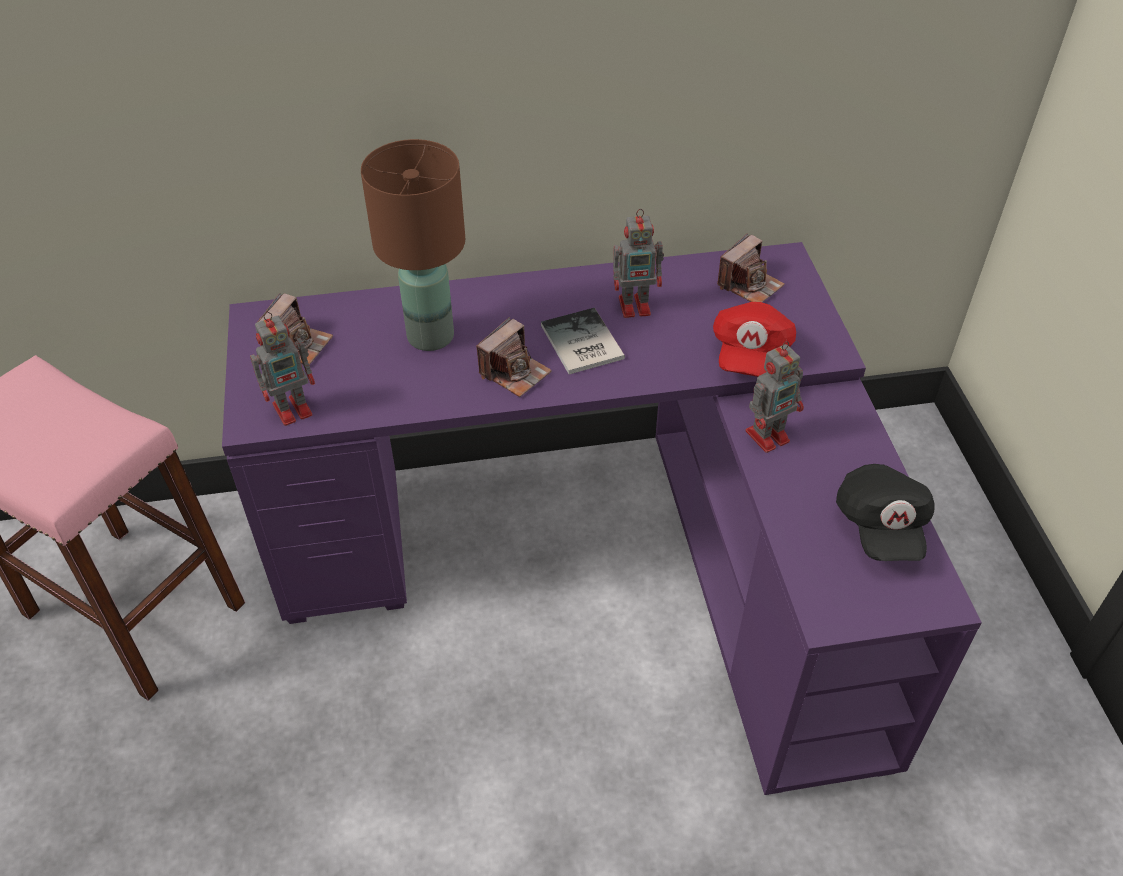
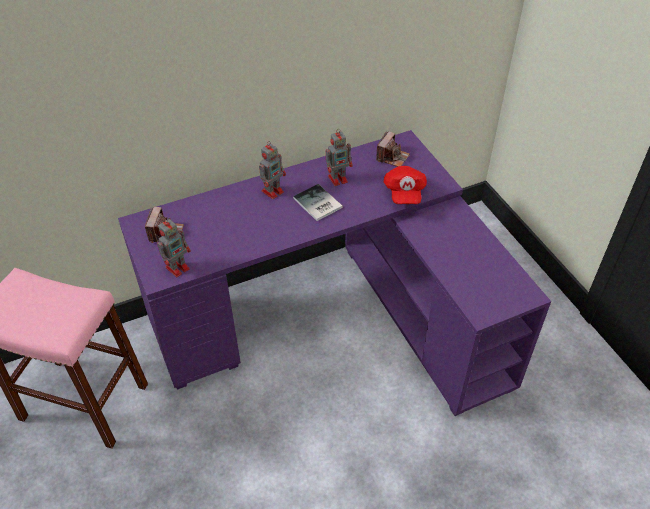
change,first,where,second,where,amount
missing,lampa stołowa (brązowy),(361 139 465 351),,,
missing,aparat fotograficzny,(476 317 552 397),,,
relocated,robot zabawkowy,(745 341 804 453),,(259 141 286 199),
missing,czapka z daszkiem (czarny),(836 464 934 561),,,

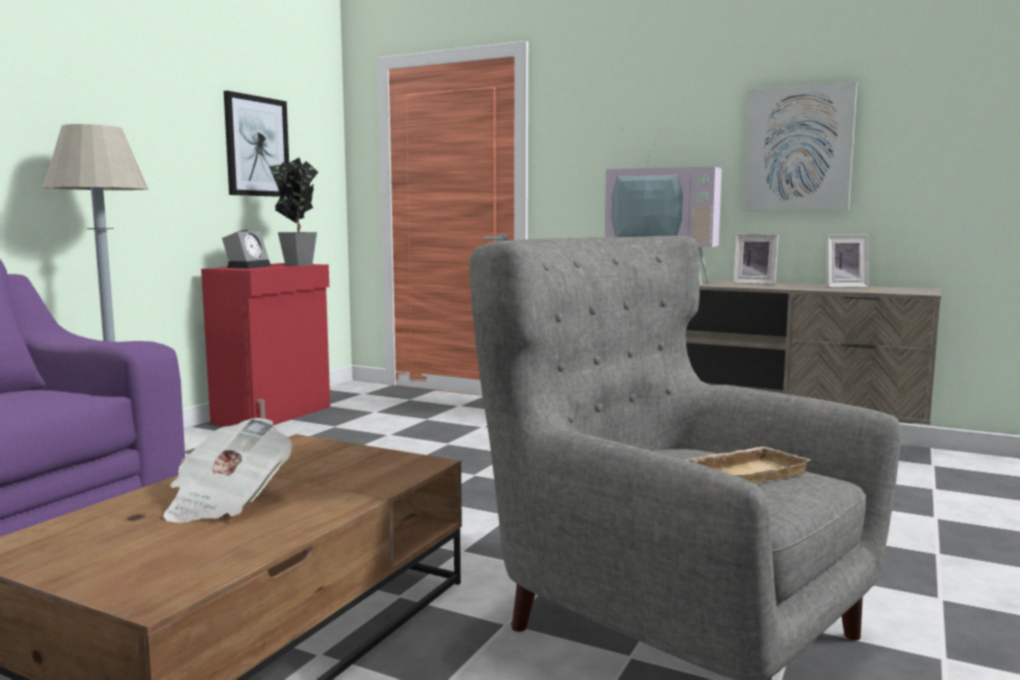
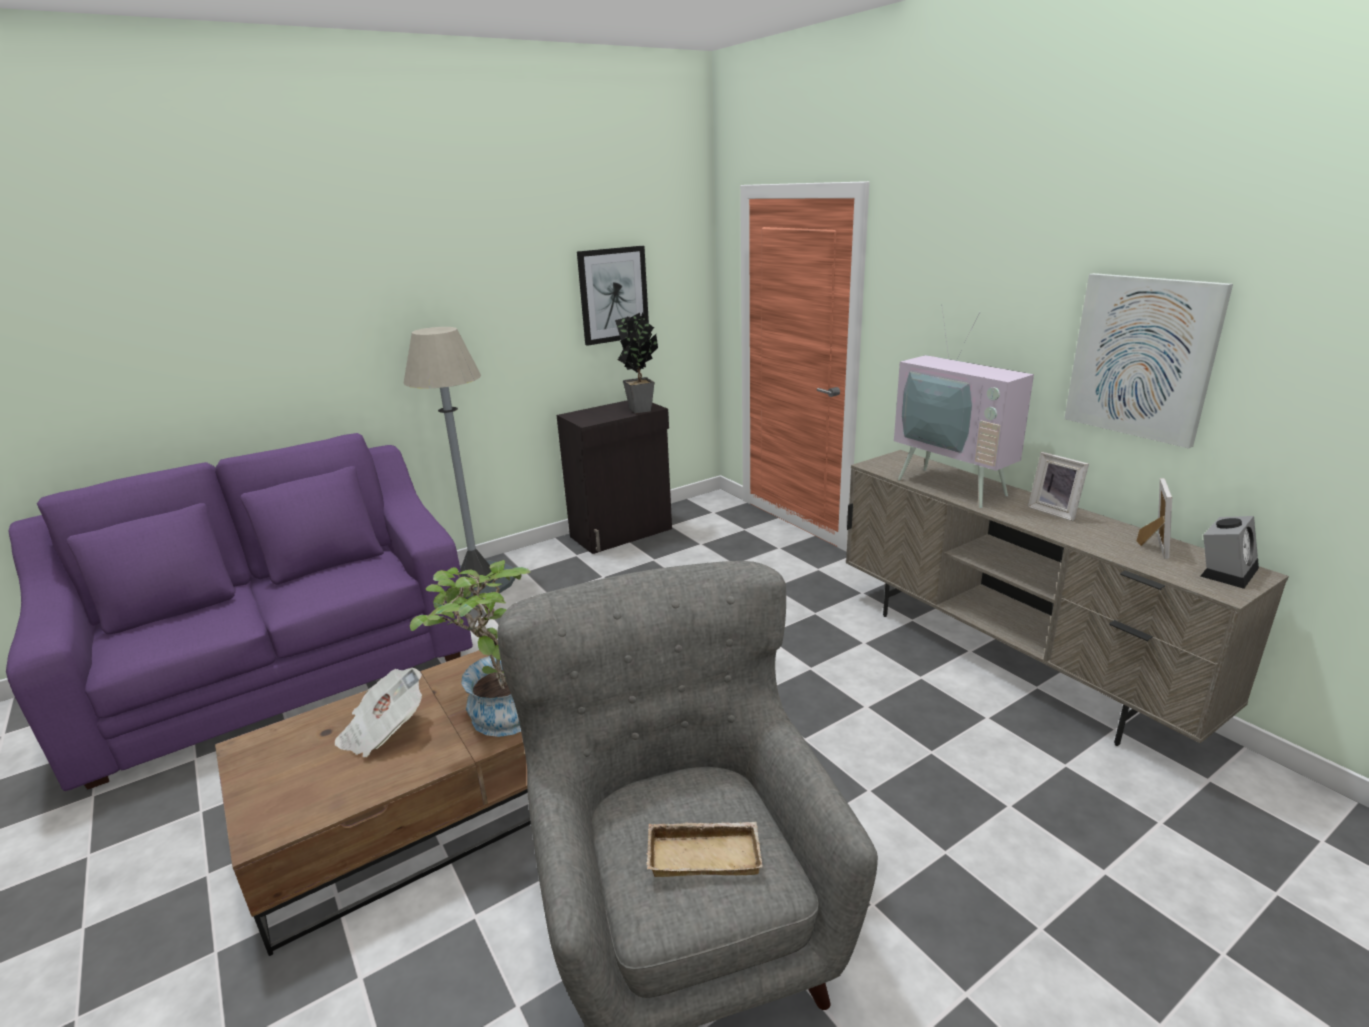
change,first,where,second,where,amount
colour,szafka (czerwony),(201 263 330 426),szafka (czarny),(557 400 672 554),
relocated,budzik,(222 230 271 268),,(1201 516 1259 589),
spun,ramka na zdjęcie,(826 235 869 288),,(1137 478 1172 559),90 degrees counterclockwise
appeared,,,roślina doniczkowa,(410 560 530 737),

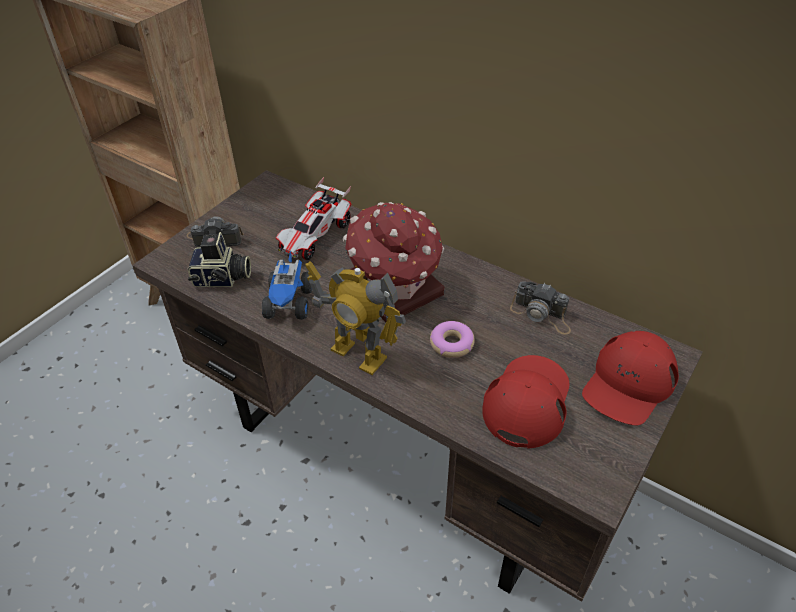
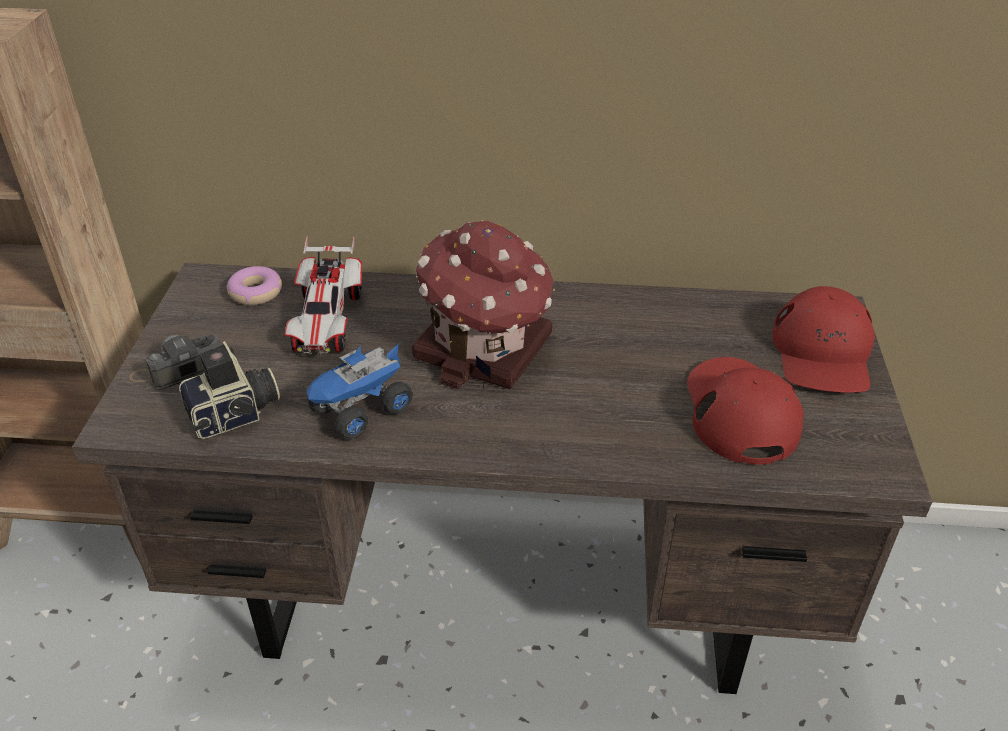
change,first,where,second,where,amount
spun,ciężarówka zabawkowa,(262 251 312 320),,(306 344 413 440),75 degrees clockwise
missing,robot zabawkowy,(306 261 406 375),,,
relocated,donut,(430 321 475 358),,(227 266 282 305),
missing,aparat fotograficzny,(510 281 571 335),,,

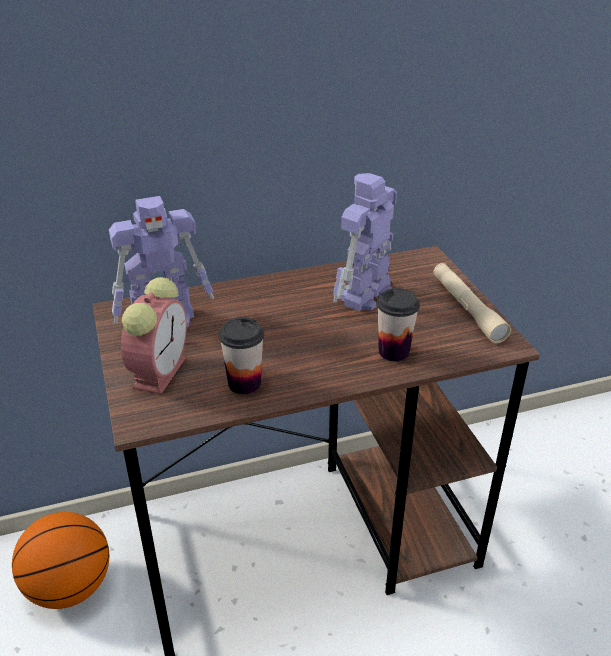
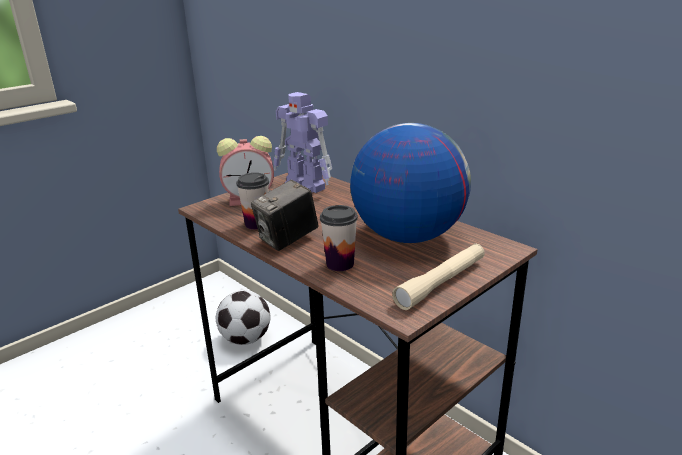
change,first,where,second,where,amount
exchanged,piłka do koszykówki,(12 512 109 609),piłka futbolowa,(216 290 270 345),
exchanged,robot zabawkowy,(333 173 397 311),globus,(350 123 471 243),
appeared,,,aparat fotograficzny,(251 179 319 251),

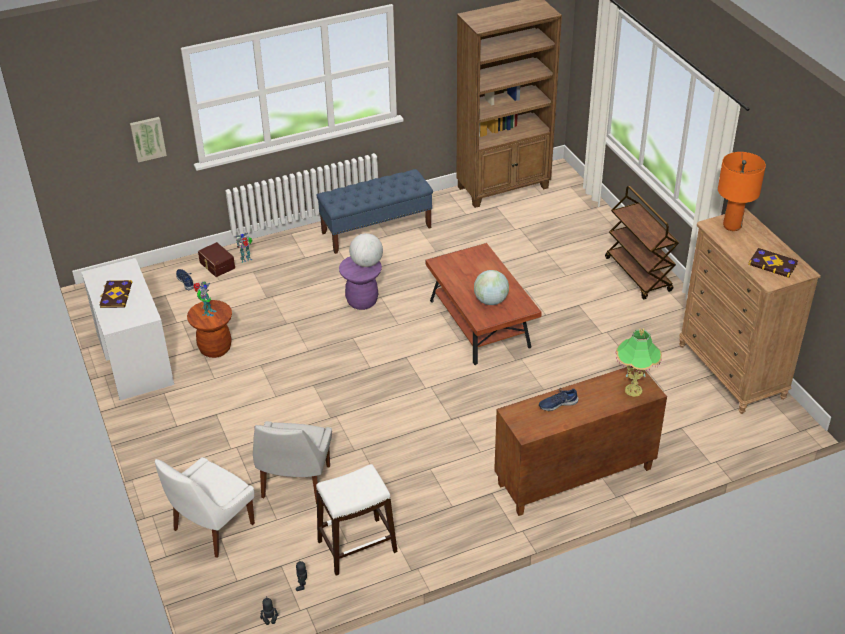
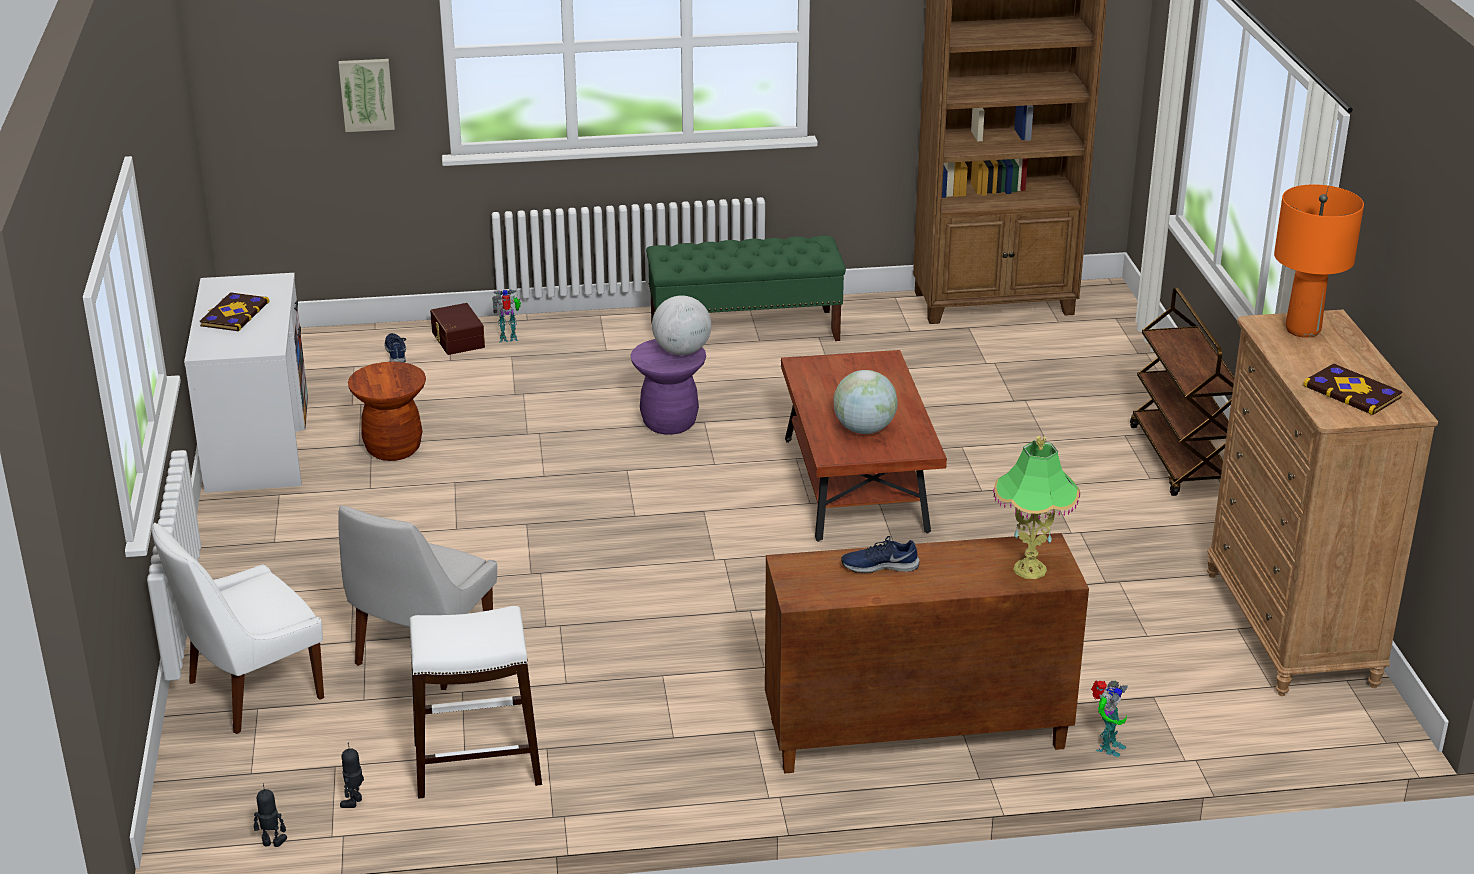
change,first,where,second,where,amount
relocated,robot zabawkowy,(193 282 217 317),,(1091 680 1128 757),
colour,ławka (niebieski),(316 169 433 254),ławka (zielony),(646 236 846 341),

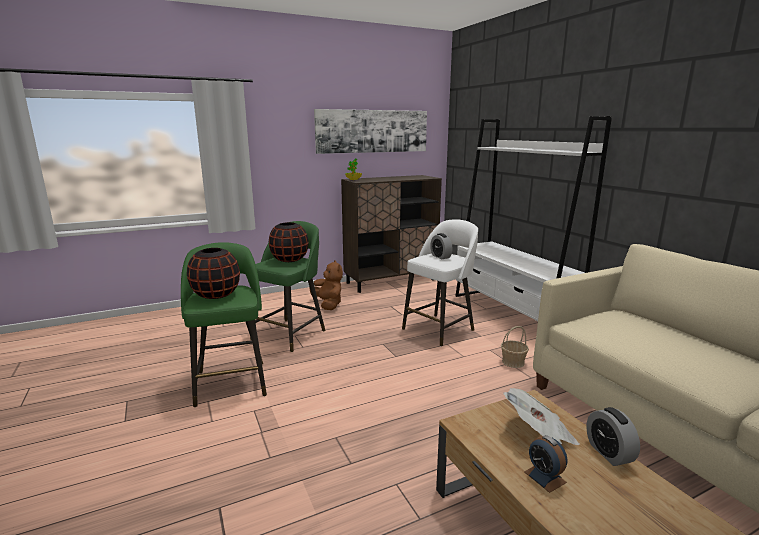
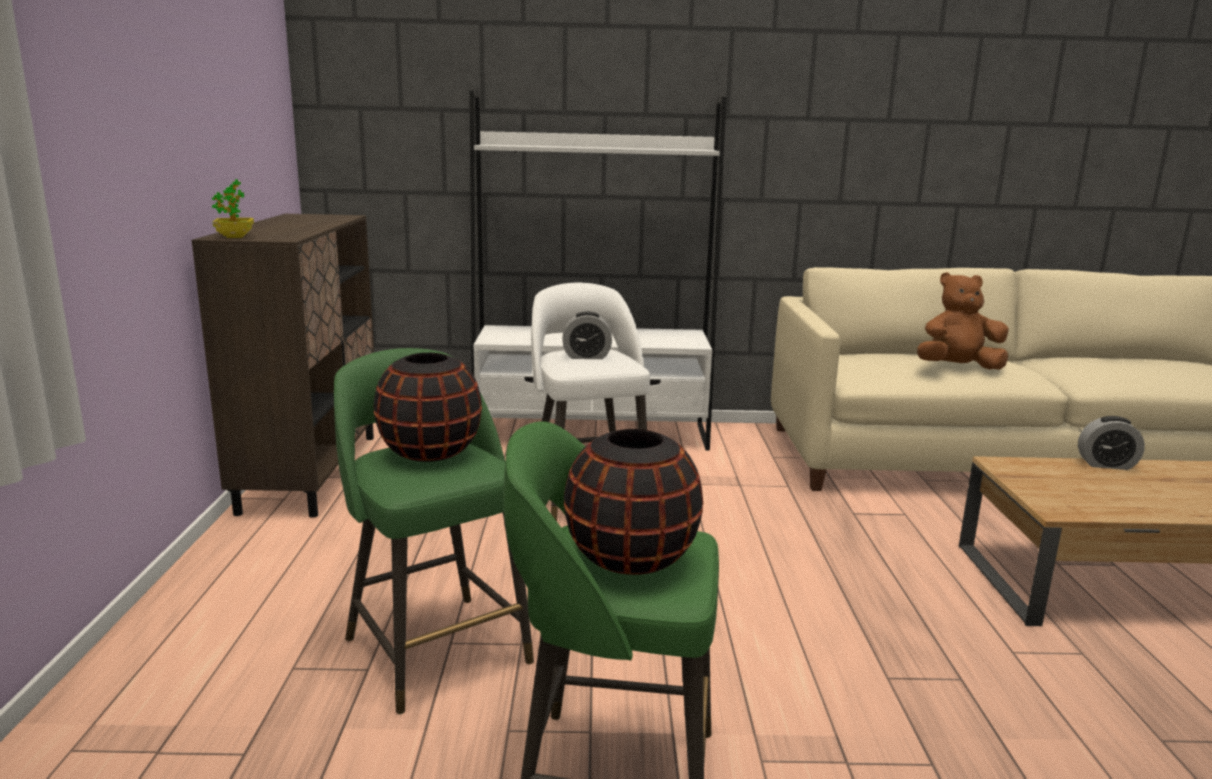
change,first,where,second,where,amount
relocated,pluszak (brązowy),(310 260 343 310),,(917 272 1009 370),
missing,obraz,(314 109 427 154),,,
missing,koszyk,(501 326 529 368),,,
missing,gazeta,(503 388 580 445),,,
missing,budzik,(524 435 567 493),,,

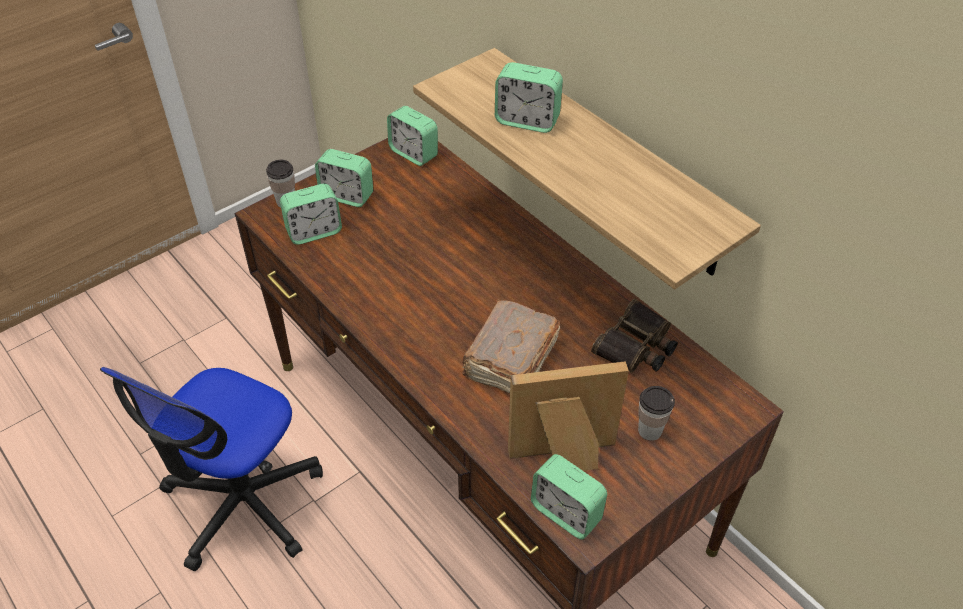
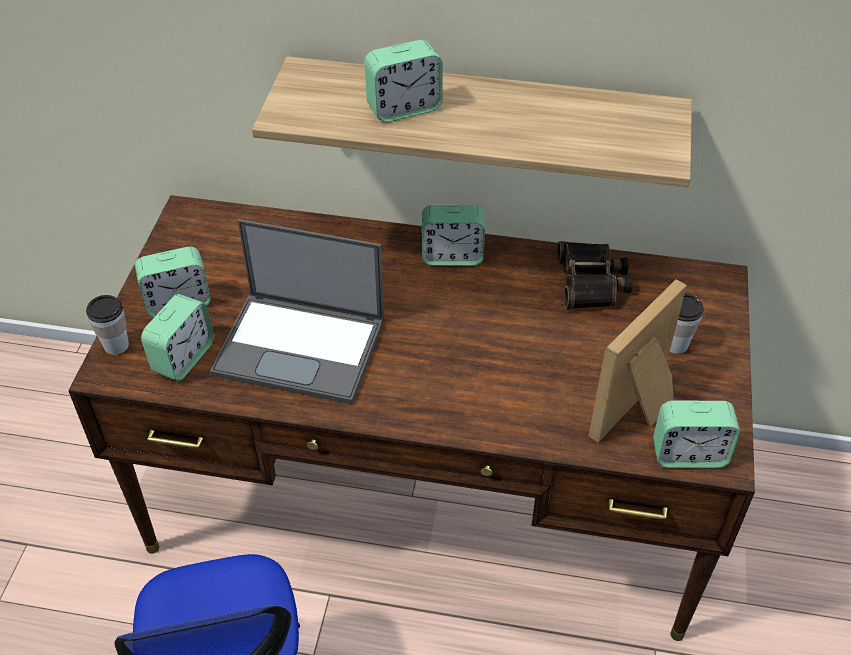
change,first,where,second,where,amount
relocated,budzik,(387 106 438 166),,(422 205 485 266),
missing,książka (brązowy),(462 299 560 396),,,
appeared,,,laptop,(210 219 384 404),

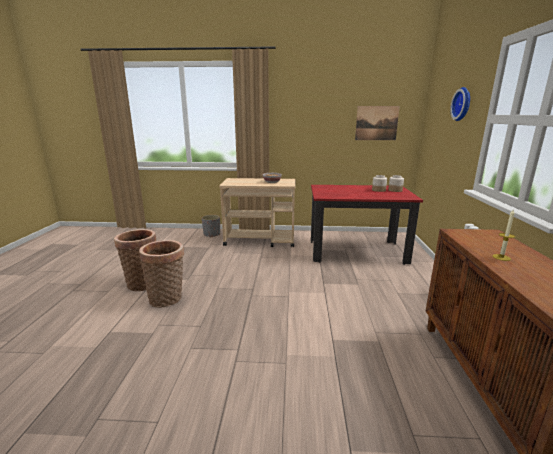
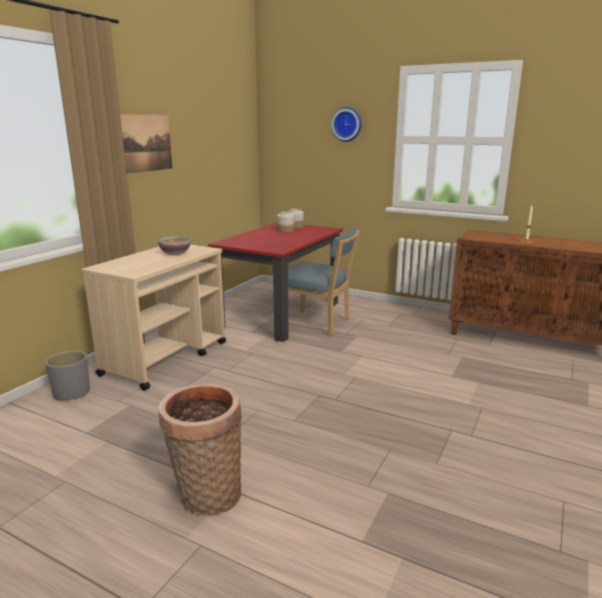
change,first,where,second,where,amount
missing,koszyk,(139 240 184 308),,,
relocated,obraz,(355 106 400 140),,(120 114 172 174),
appeared,,,krzesło (niebieski),(288 227 360 337),

